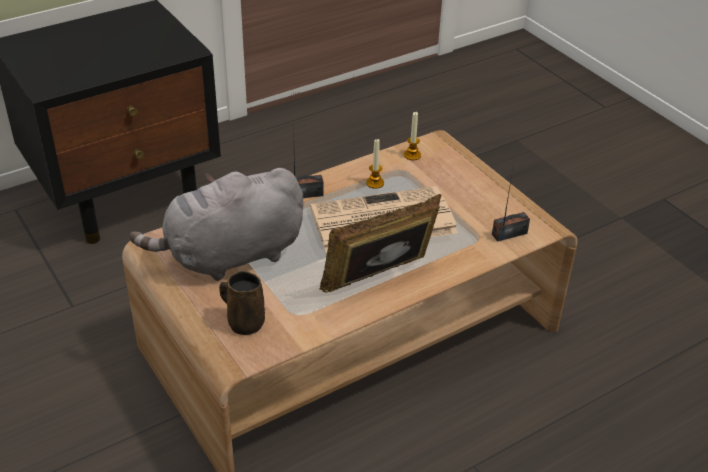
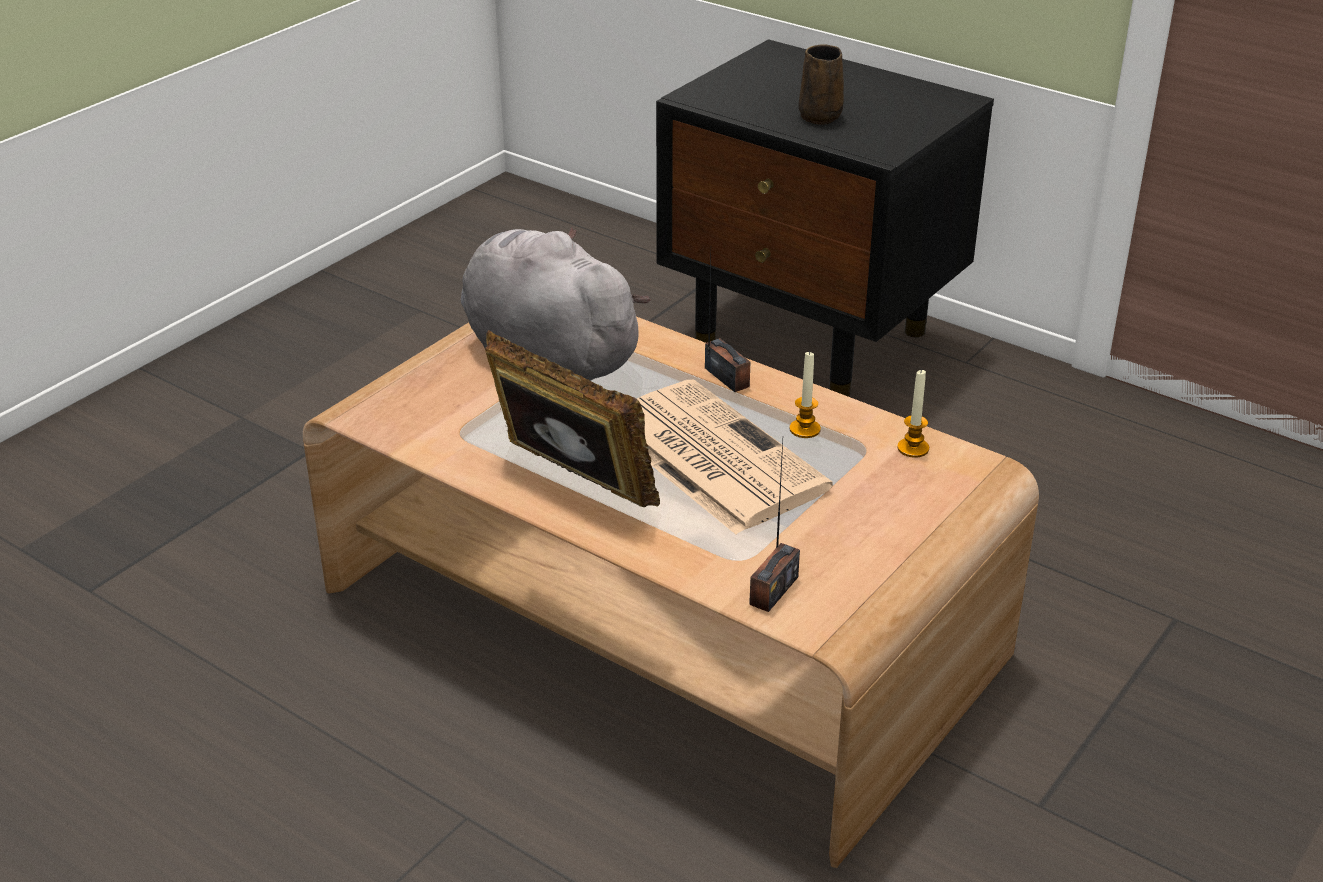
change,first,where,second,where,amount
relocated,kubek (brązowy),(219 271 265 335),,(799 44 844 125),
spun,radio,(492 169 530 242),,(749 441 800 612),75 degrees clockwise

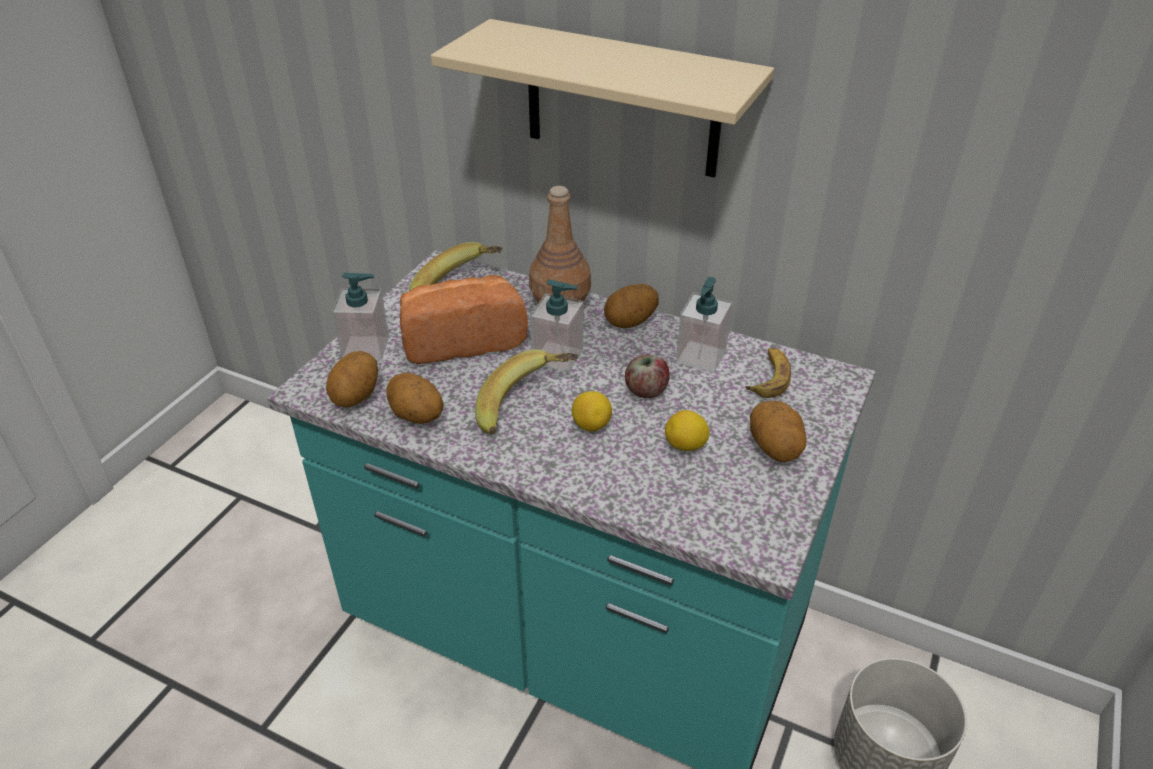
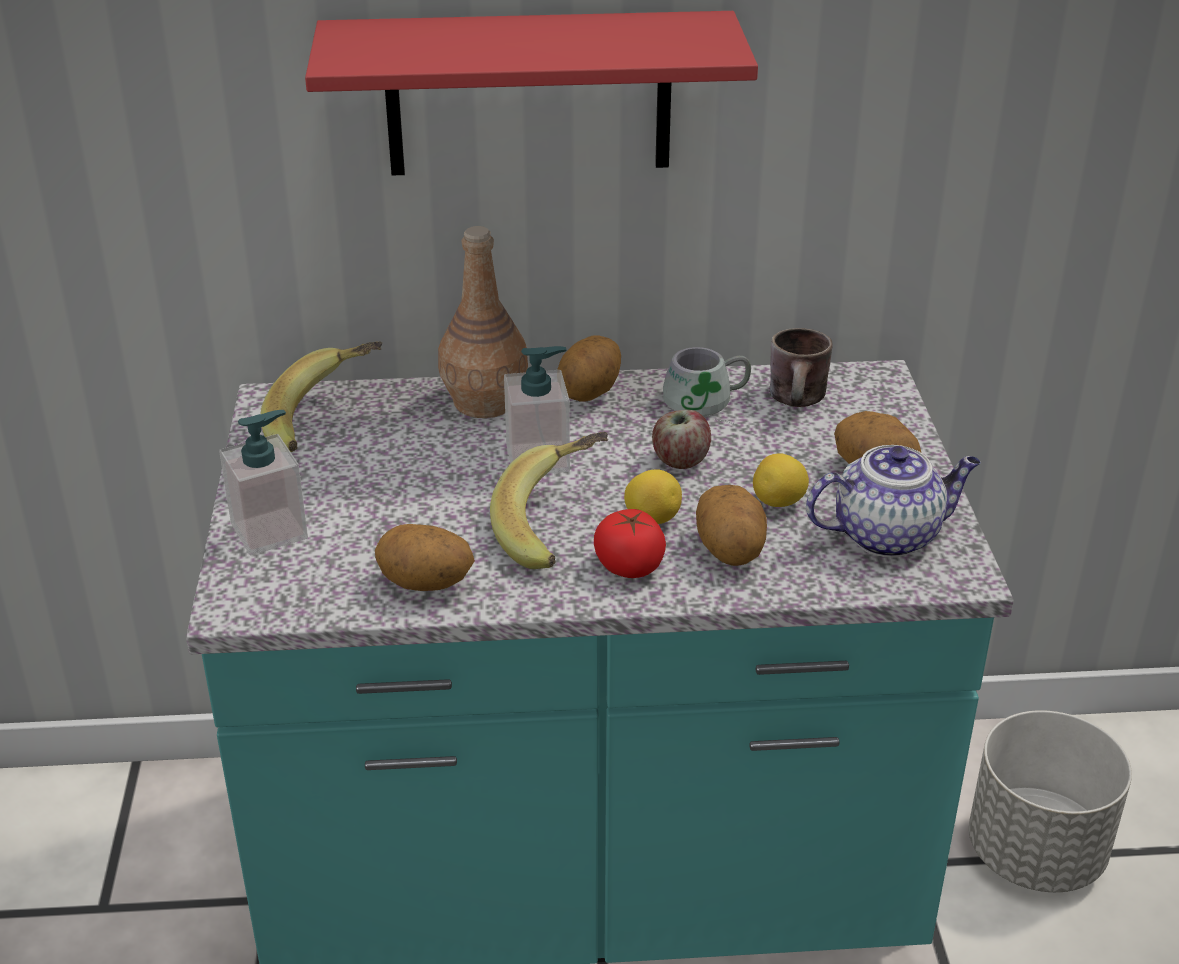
change,first,where,second,where,amount
relocated,ziemniak,(326 351 378 407),,(696 485 767 566),
missing,chleb,(400 275 528 364),,,
colour,półka (beżowy),(431 19 774 178),półka (czerwony),(305 11 758 175),
exchanged,dozownik mydła,(676 277 732 372),kubek (szary),(663 347 751 425),
exchanged,banan,(745 348 791 398),kubek (brązowy),(770 328 833 407),
appeared,,,pomidor,(594 509 666 578),
appeared,,,imbryk,(806 445 981 558),

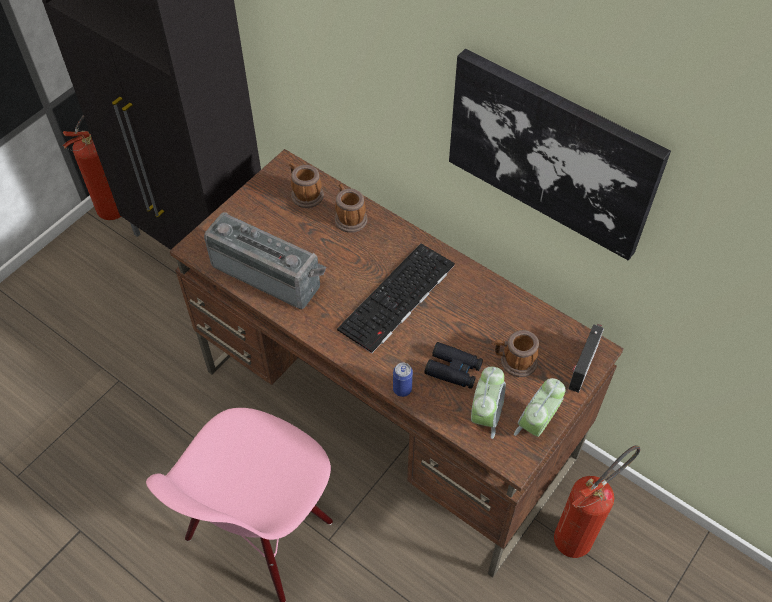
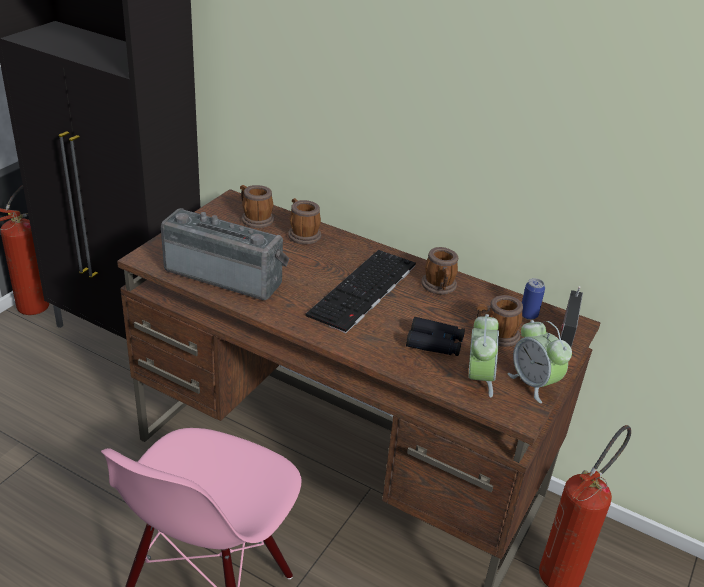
change,first,where,second,where,amount
relocated,puszka,(393 363 413 397),,(522 278 545 320),
missing,obraz,(449 49 671 261),,,
spun,budzik,(514 378 565 437),,(507 320 572 403),60 degrees counterclockwise
appeared,,,kubek,(421 247 458 294),

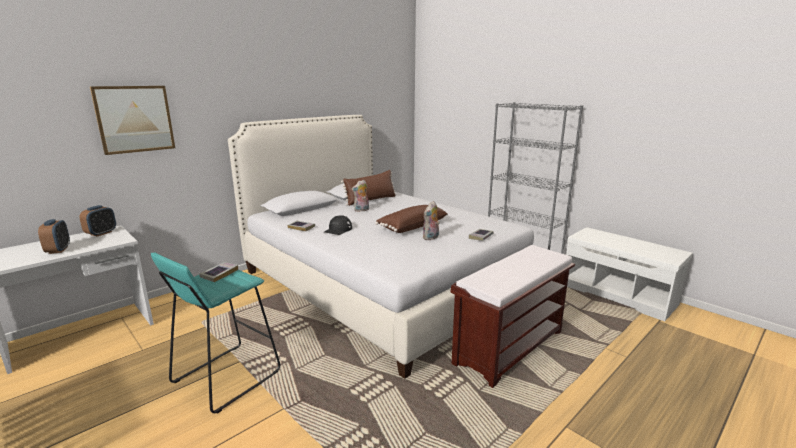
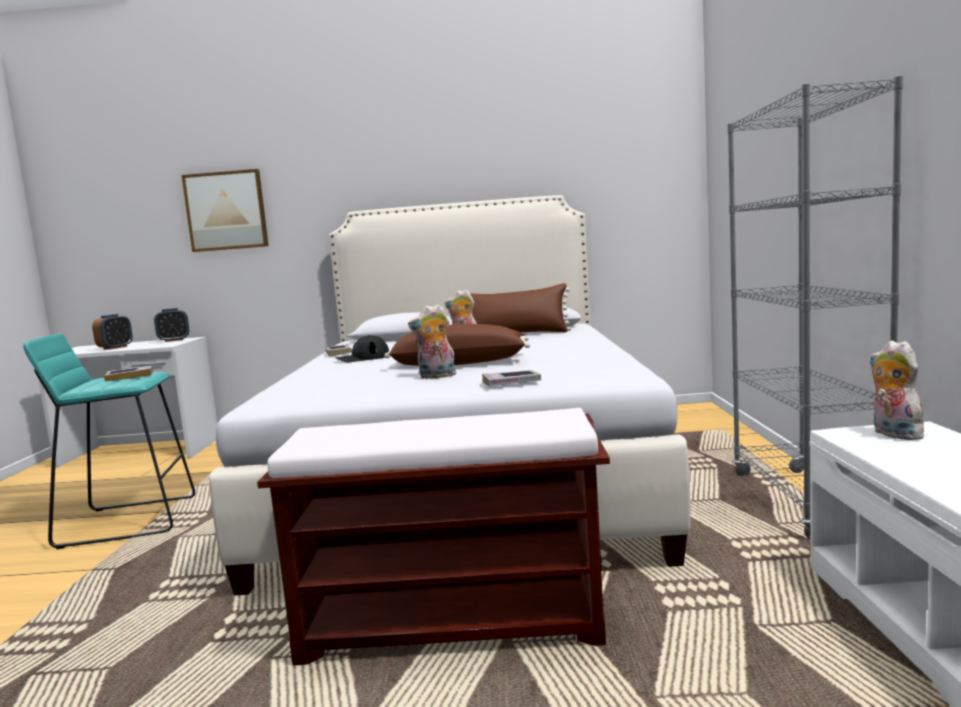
change,first,where,second,where,amount
appeared,,,pluszak,(869 340 931 440),

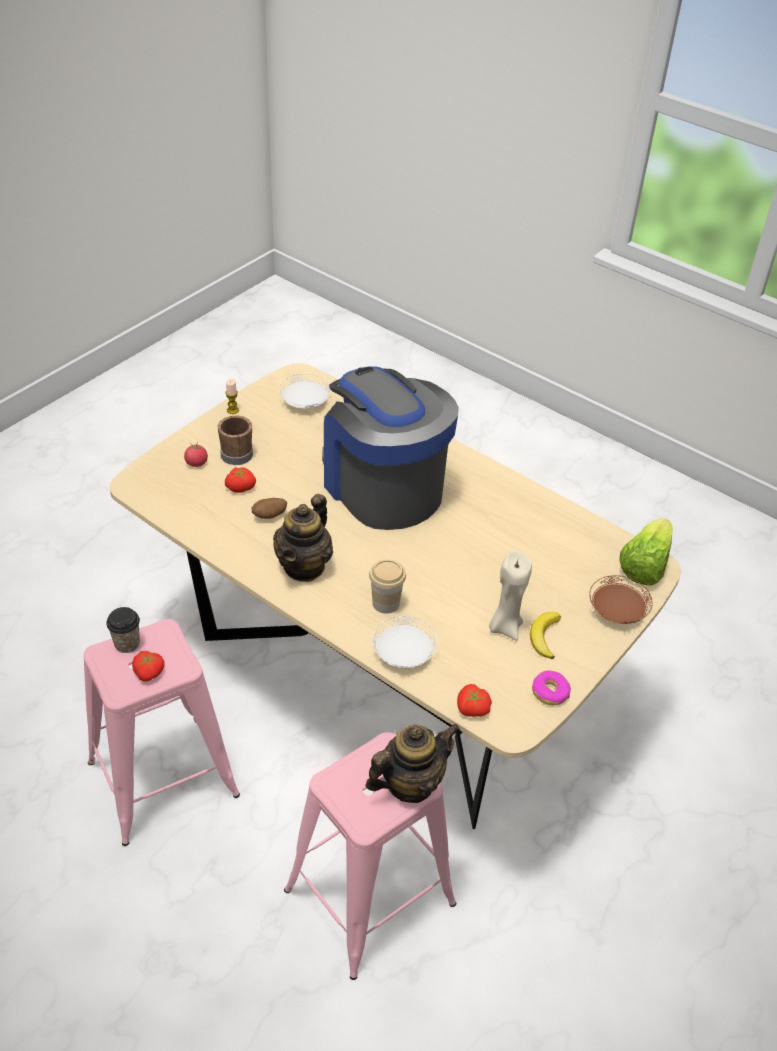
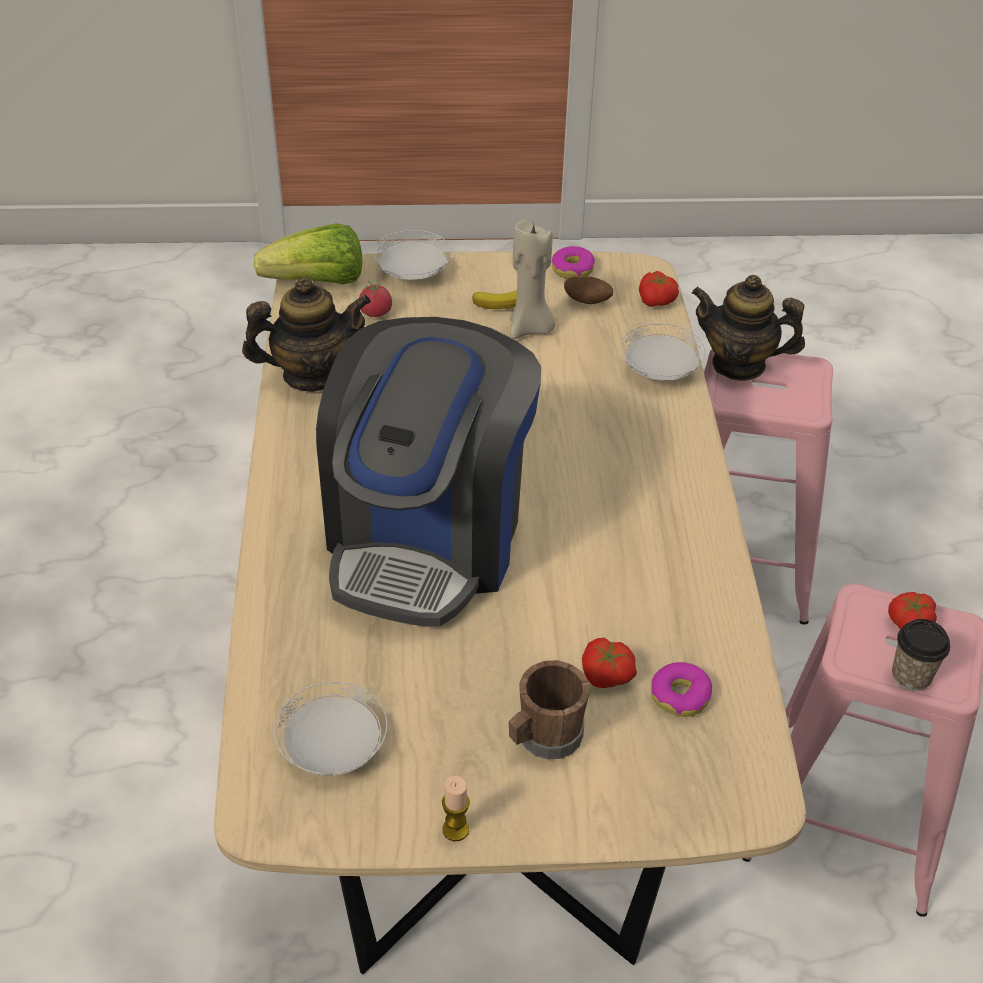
change,first,where,second,where,amount
relocated,pomidor,(184 441 208 467),,(359 281 392 317),
relocated,ziemniak,(251 498 287 519),,(564 276 613 304),
relocated,imbryk,(273 494 333 582),,(242 277 371 392),
missing,filiżanka,(369 560 406 614),,,
colour,talerz (brązowy),(589 575 653 624),talerz (biały),(373 230 452 280),
appeared,,,donut,(651 662 712 717),

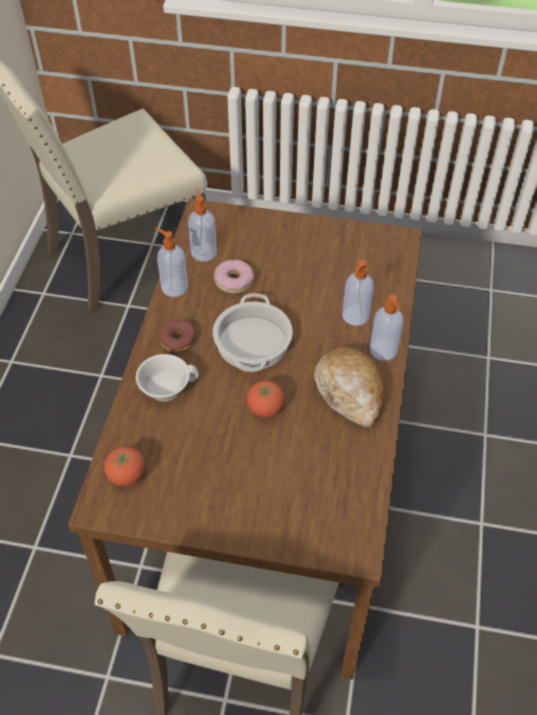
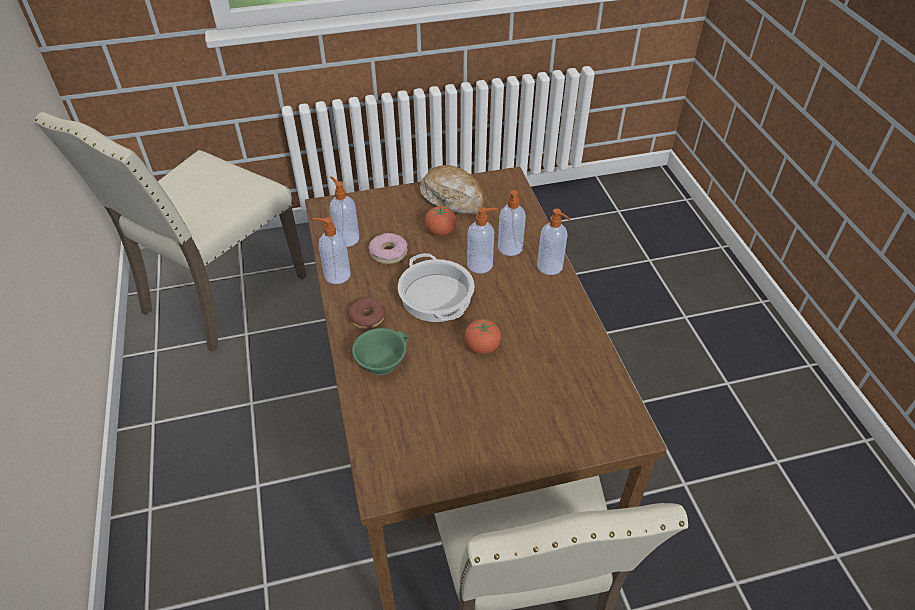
change,first,where,second,where,amount
relocated,pomidor,(104 447 145 486),,(425 206 456 236),
colour,filiżanka (biały),(136 354 199 401),filiżanka (zielony),(352 328 409 375),
relocated,chleb,(314 347 384 427),,(420 165 485 214),
appeared,,,dozownik mydła,(467 207 498 274),

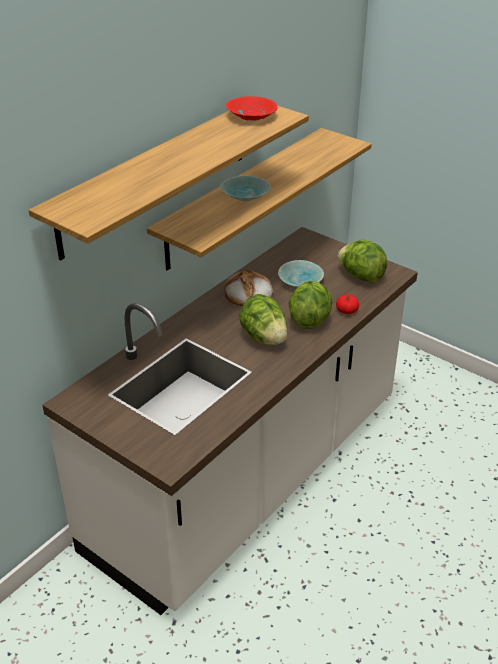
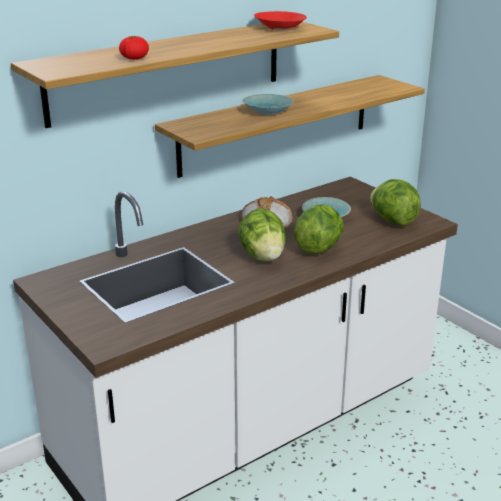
change,first,where,second,where,amount
relocated,pomidor,(336 294 359 314),,(119 36 149 60),

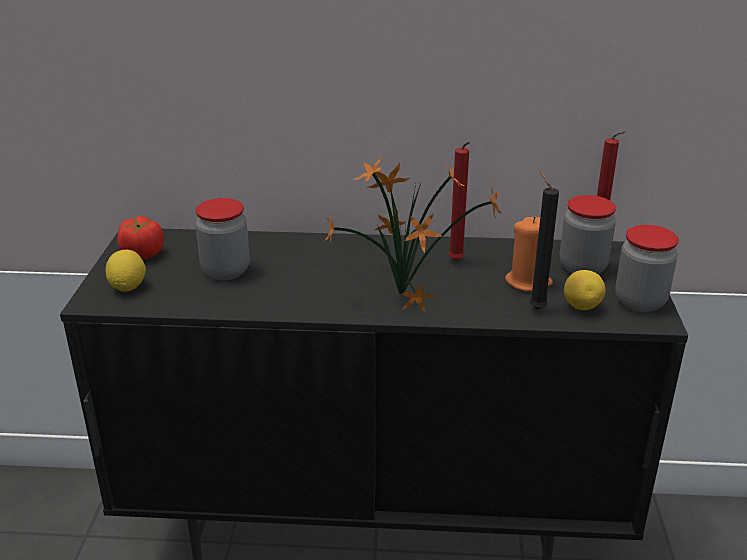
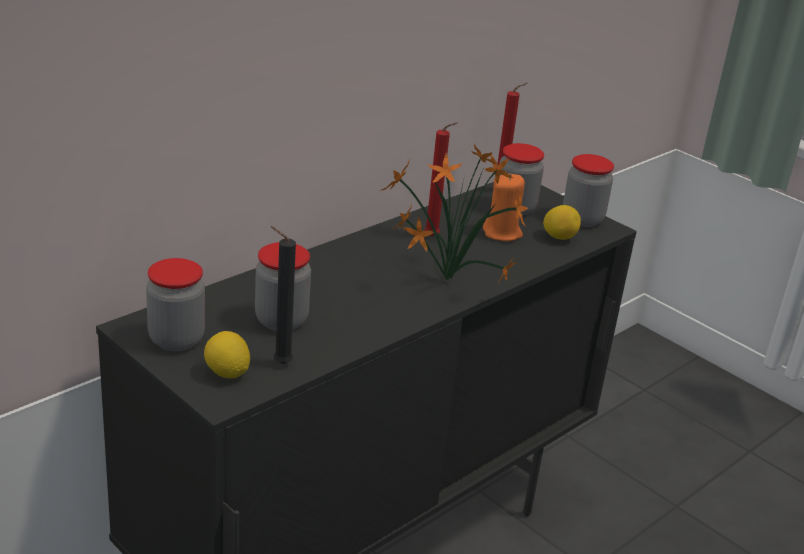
change,first,where,second,where,amount
exchanged,pomidor,(117 216 164 259),słoik,(146 258 205 351),
relocated,świeca (czarny),(529 171 559 310),,(271 226 296 364),

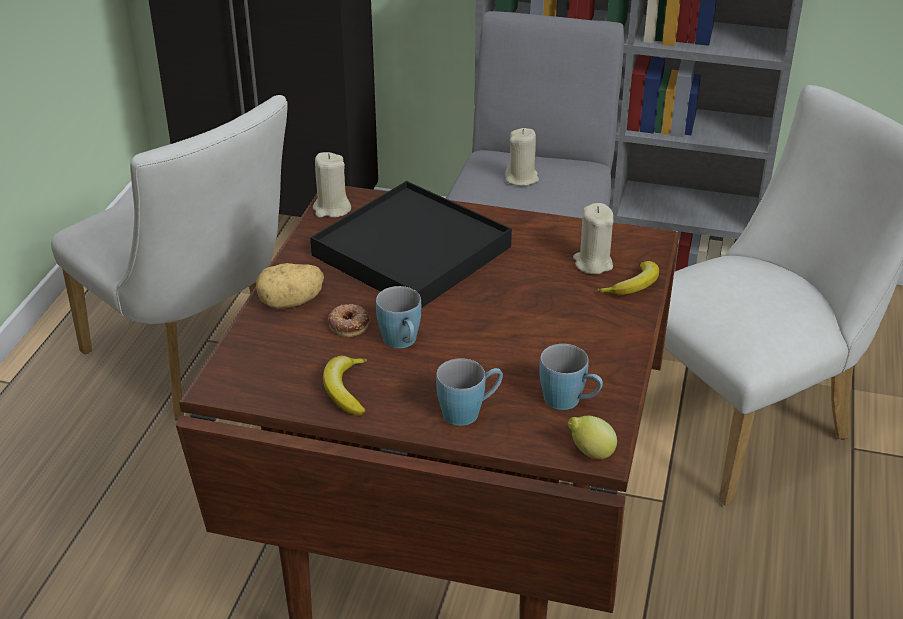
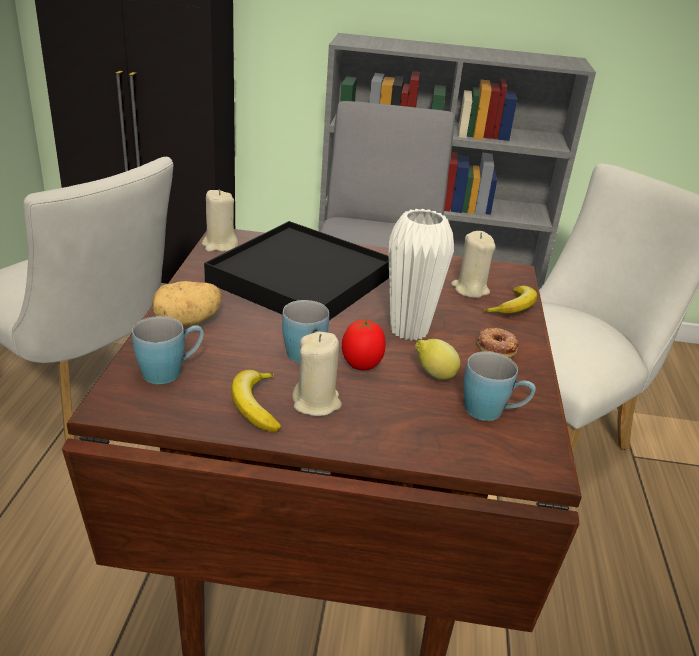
change,first,where,second,where,amount
relocated,donut,(328 304 370 337),,(477 328 518 358),
relocated,kubek (niebieski),(436 358 503 426),,(132 316 204 384),
relocated,świeca (beżowy),(505 128 539 186),,(292 332 342 416),
relocated,cytryna,(568 416 617 459),,(415 339 460 380),
appeared,,,pomidor,(342 318 386 370),
appeared,,,wazon (biały),(388 209 454 341),

